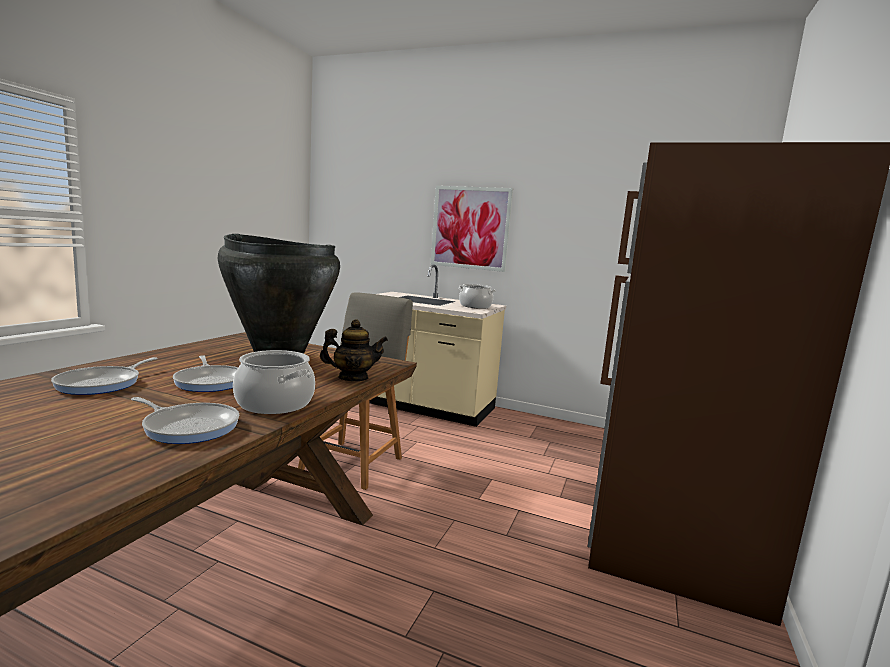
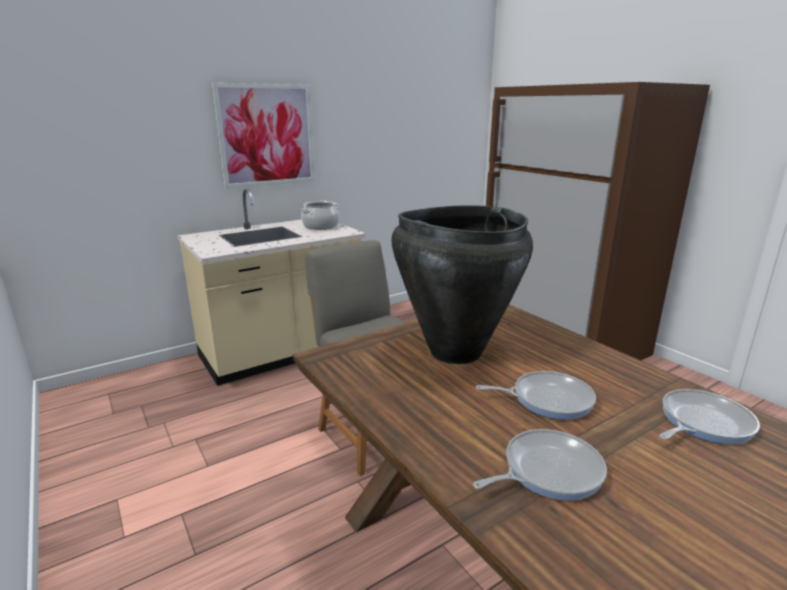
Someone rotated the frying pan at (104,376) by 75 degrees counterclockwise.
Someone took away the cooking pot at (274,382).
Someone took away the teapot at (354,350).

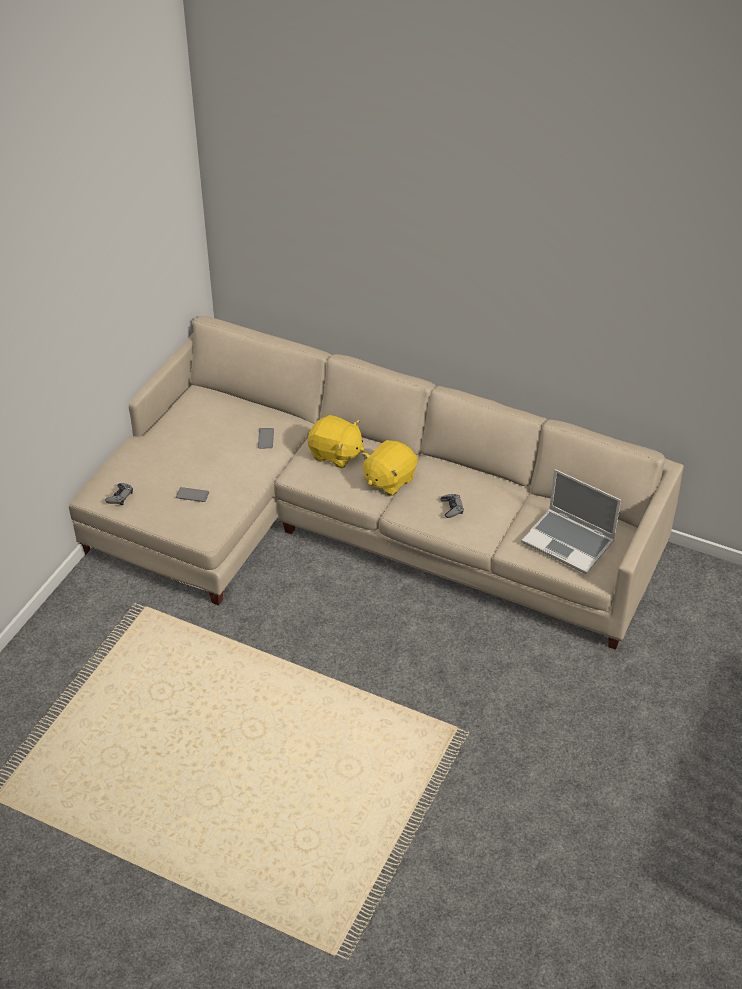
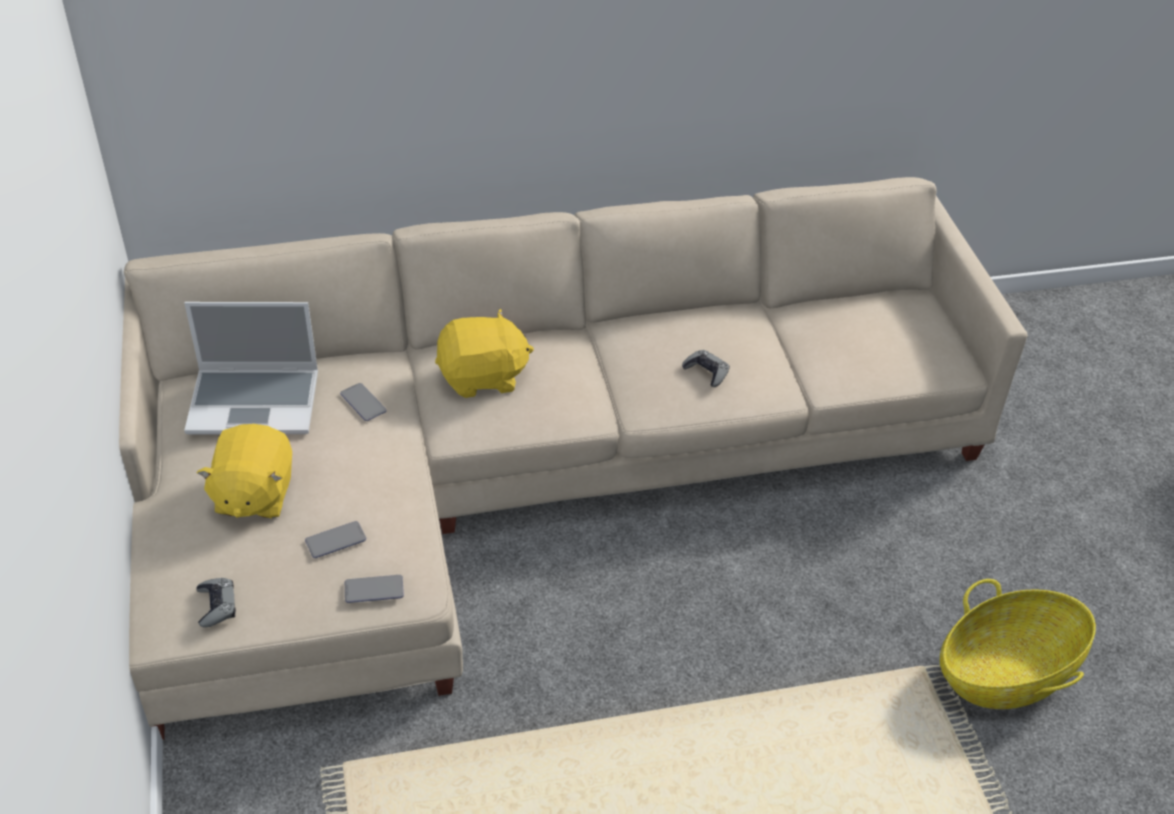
Someone carried the laptop from (571,521) to (251,368).
Someone carried the yellow plush toy from (390,468) to (244,471).
Someone put down the phone at (374,589).
Someone put down the basket at (1018,644).

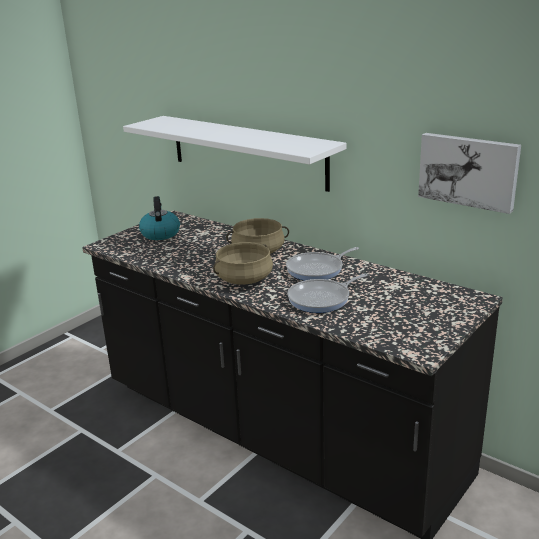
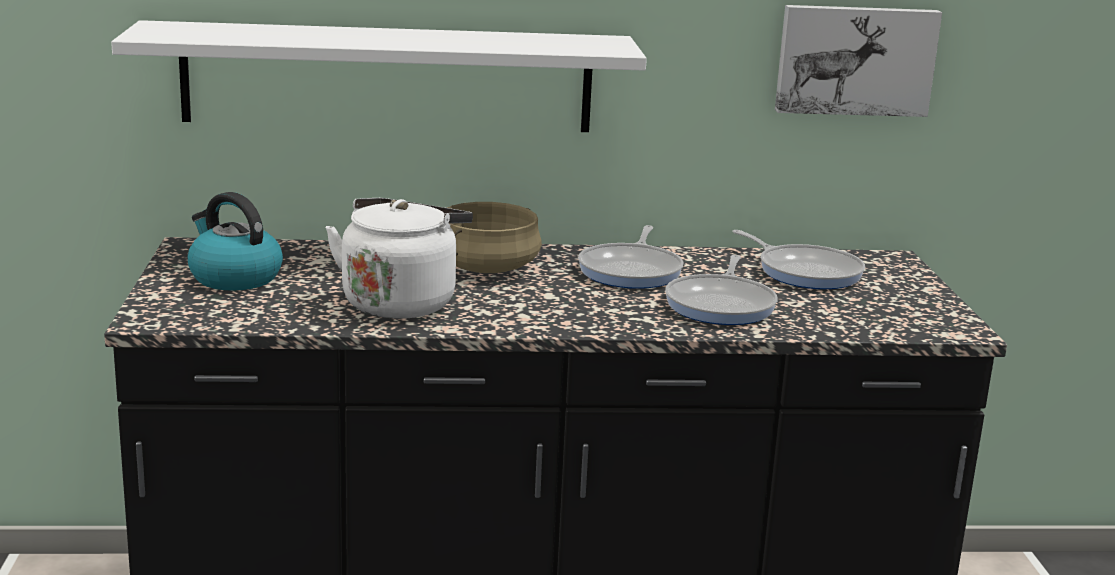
Someone put down the white kettle at (399,258).
Someone put down the frying pan at (798,259).
Someone took away the beige cooking pot at (243,263).

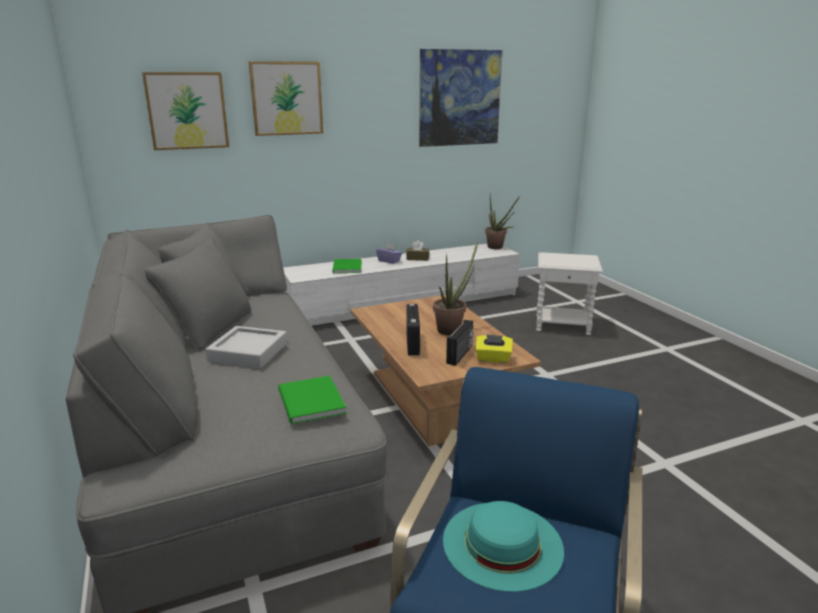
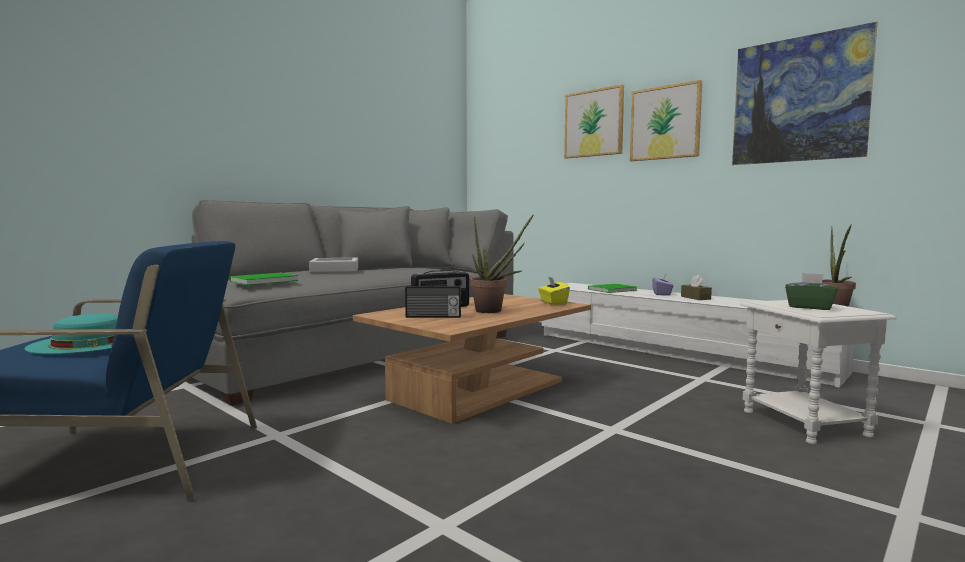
Someone carried the yellow tissue box from (494,348) to (554,290).
Someone carried the picture from (185,111) to (666,120).
Someone put down the green tissue box at (811,291).

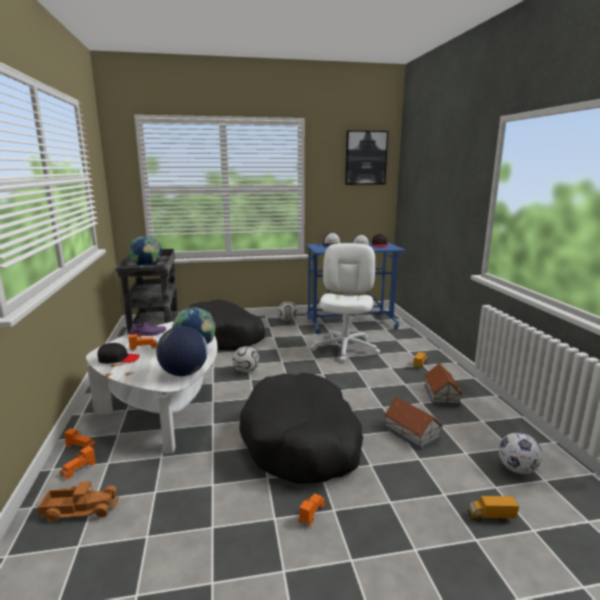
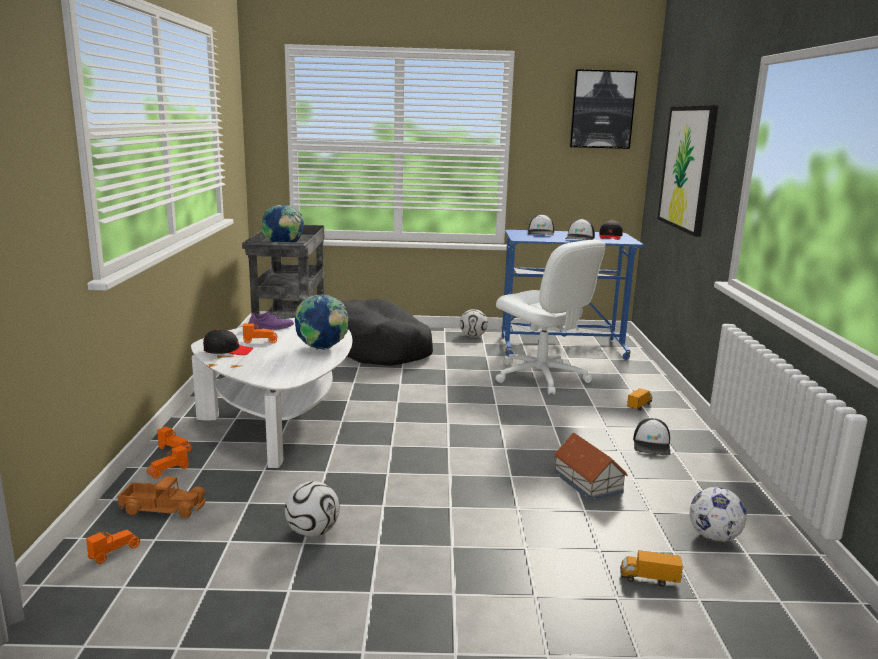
Someone carried the orange toy car from (312,509) to (113,547).
Someone carried the football from (246,359) to (312,509).
Someone rotated the white office chair at (345,302) by 120 degrees clockwise.
Someone swapped the toy house at (443,384) for the cap at (651,436).
Someone put up the picture at (688,171).
Someone took away the globe at (182,351).
Someone took away the black dog bed at (301,428).

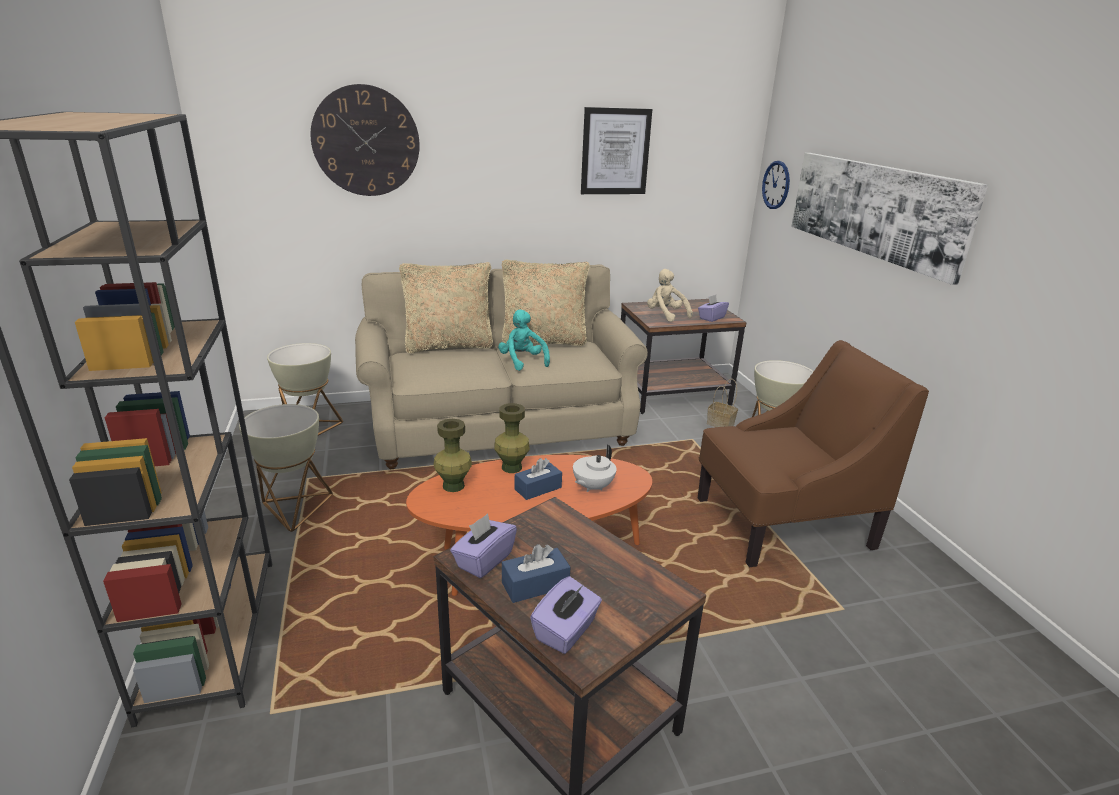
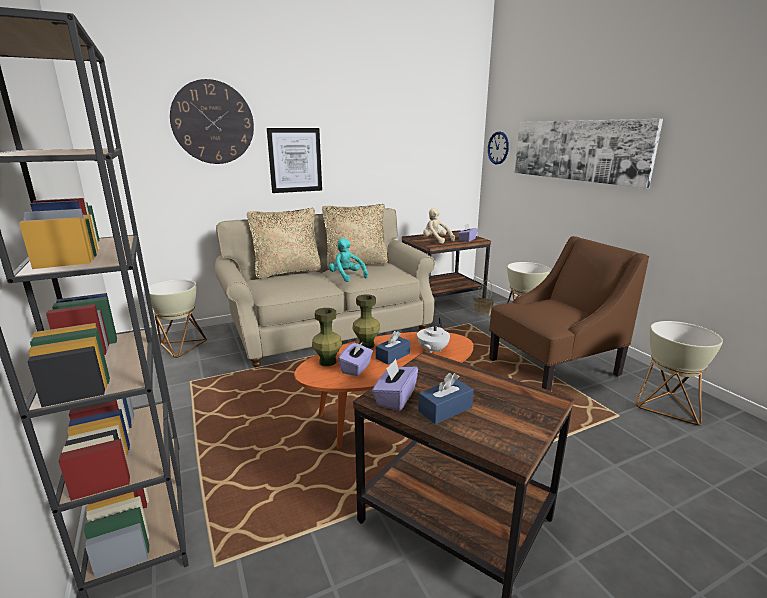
Someone carried the picture from (616,150) to (294,160).
Someone carried the purple tissue box from (566,615) to (355,359).
Someone carried the planter from (286,468) to (679,373).

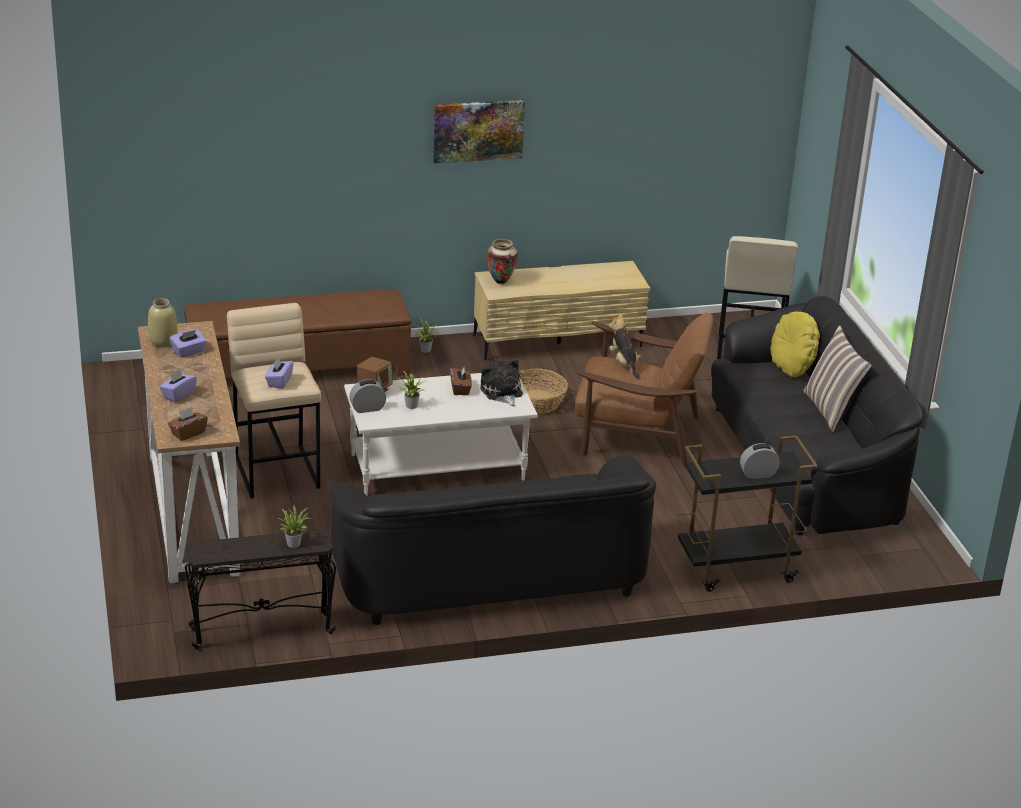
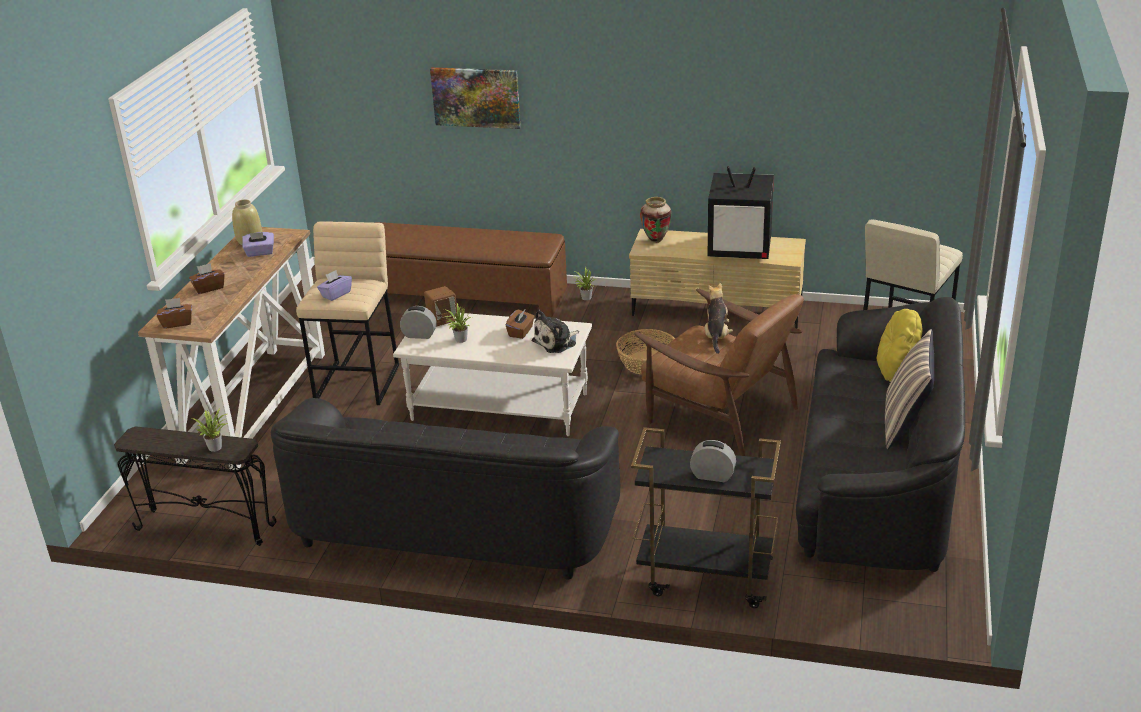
Someone repainted the purple tissue box at (178,385), which became the brown tissue box at (207,278).
Someone carried the picture from (479,131) to (475,98).
Someone rotated the plush toy at (501,383) by 135 degrees counterclockwise.
Someone put down the television at (741,212).

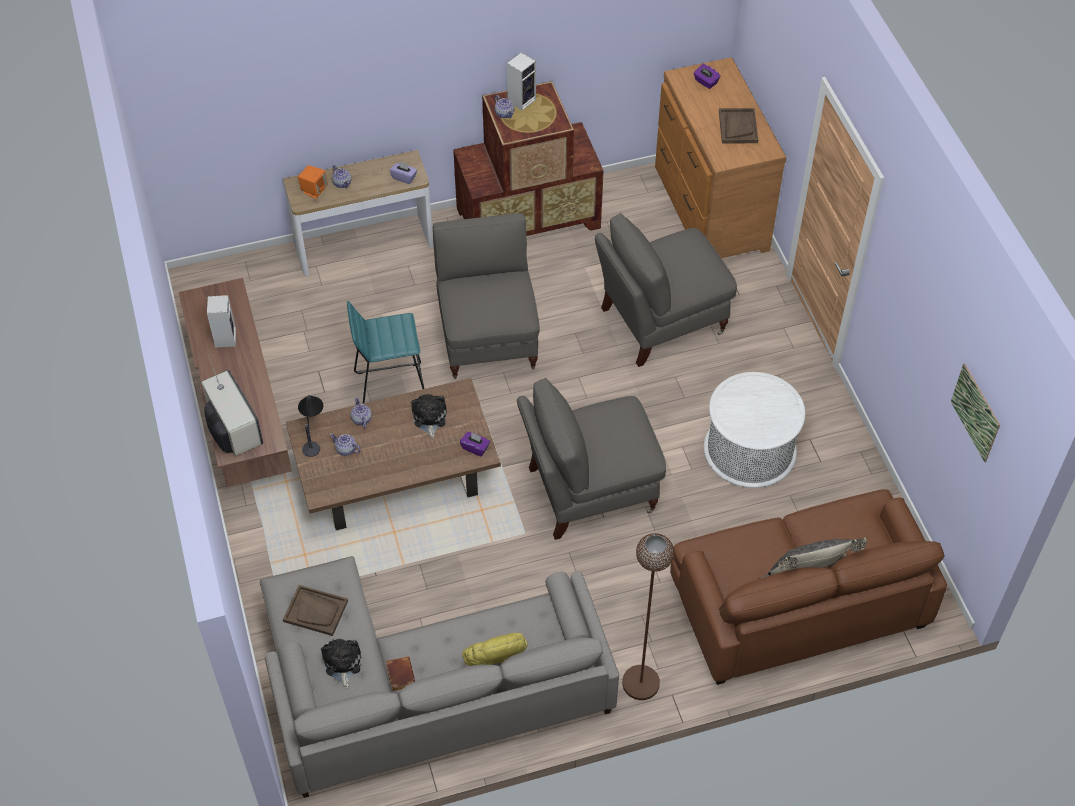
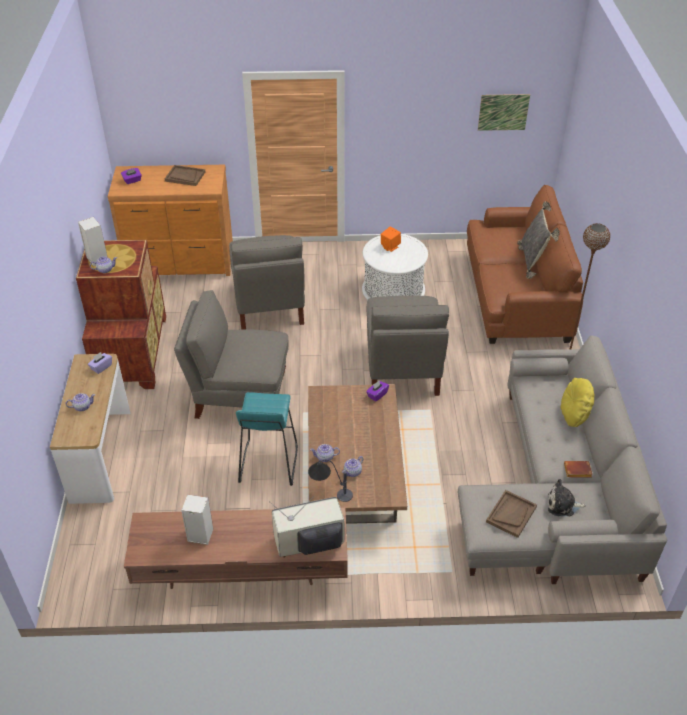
Someone carried the orange speaker from (313,182) to (391,239).
Someone took away the plush toy at (429,416).

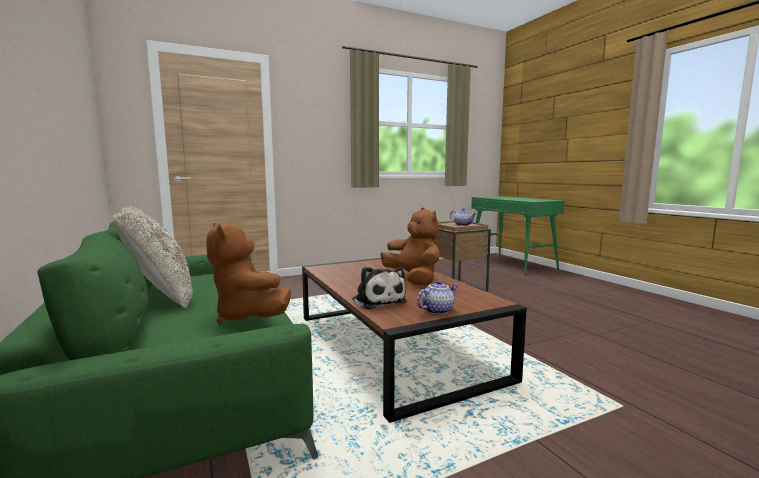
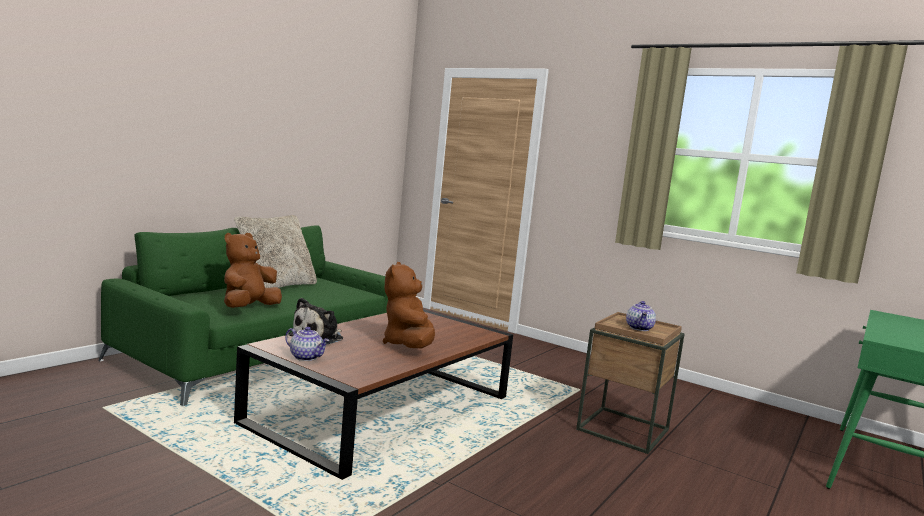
Someone rotated the brown plush toy at (410,246) by 150 degrees clockwise.

